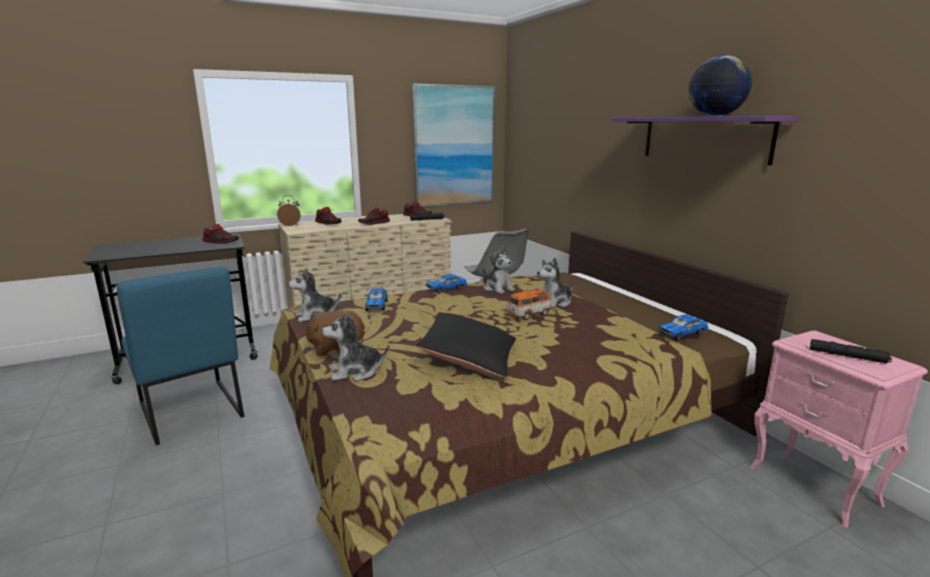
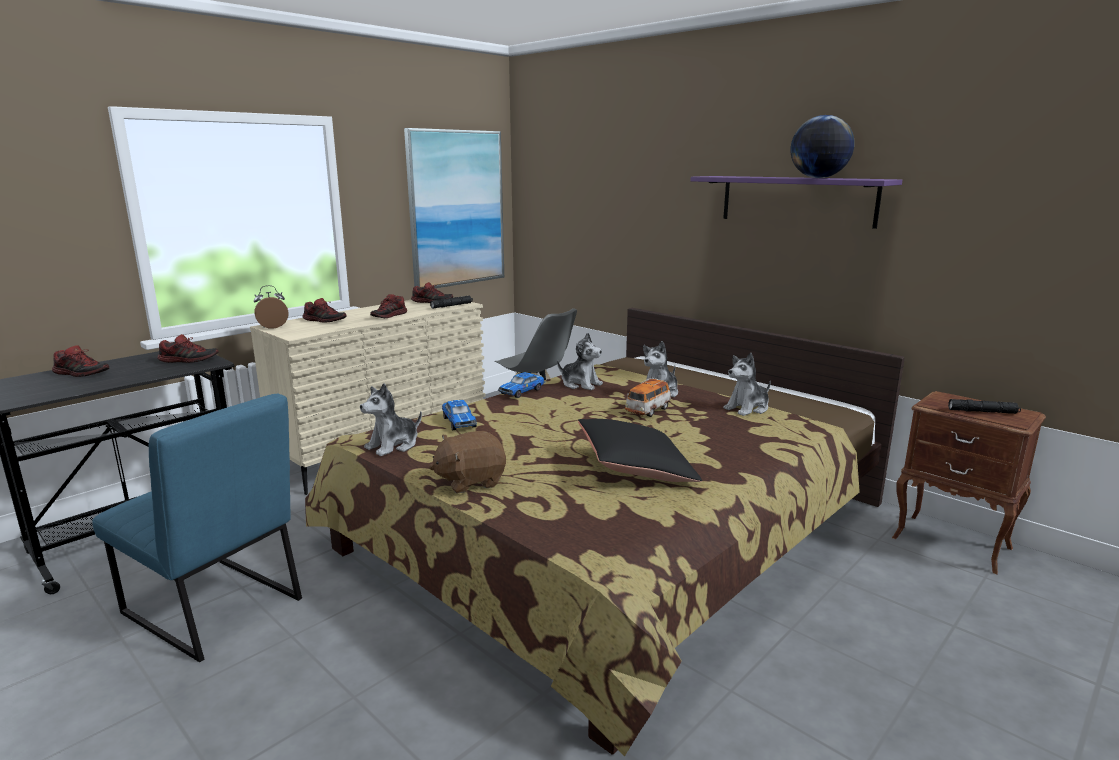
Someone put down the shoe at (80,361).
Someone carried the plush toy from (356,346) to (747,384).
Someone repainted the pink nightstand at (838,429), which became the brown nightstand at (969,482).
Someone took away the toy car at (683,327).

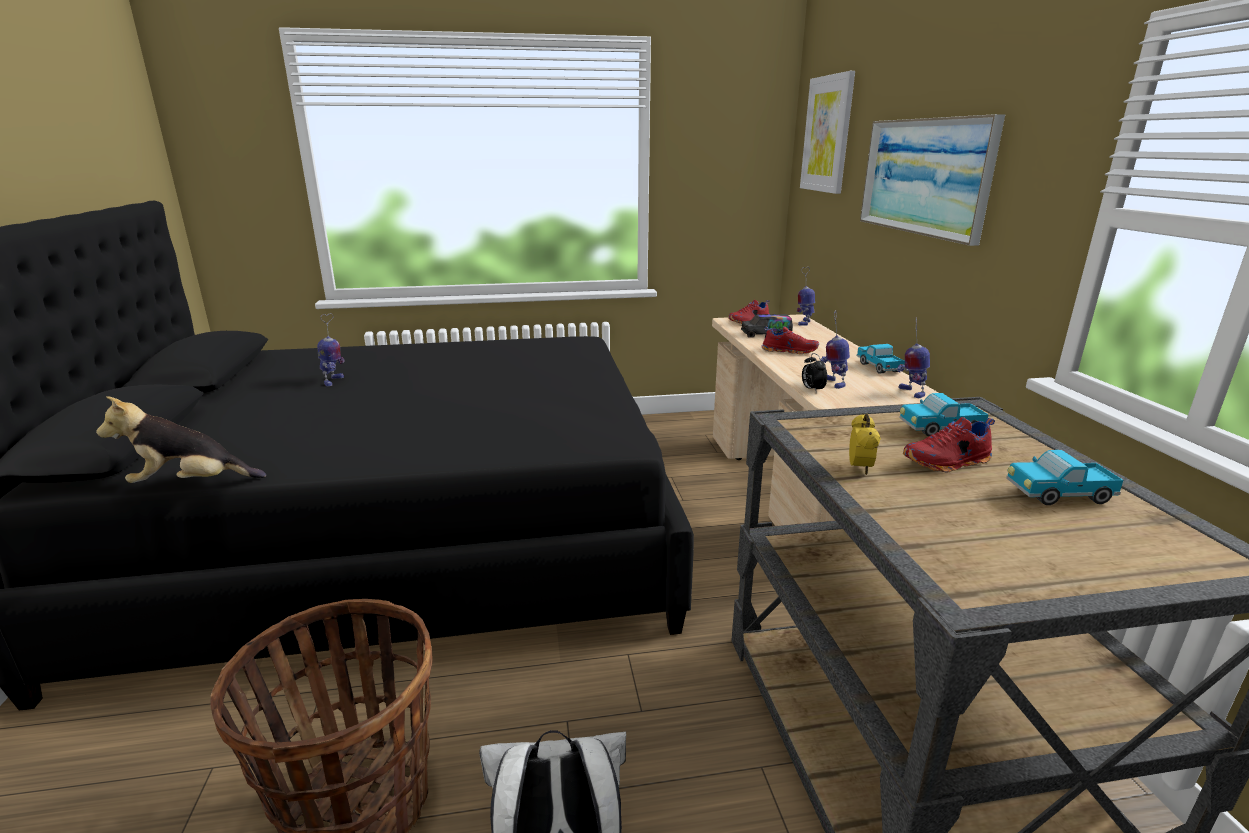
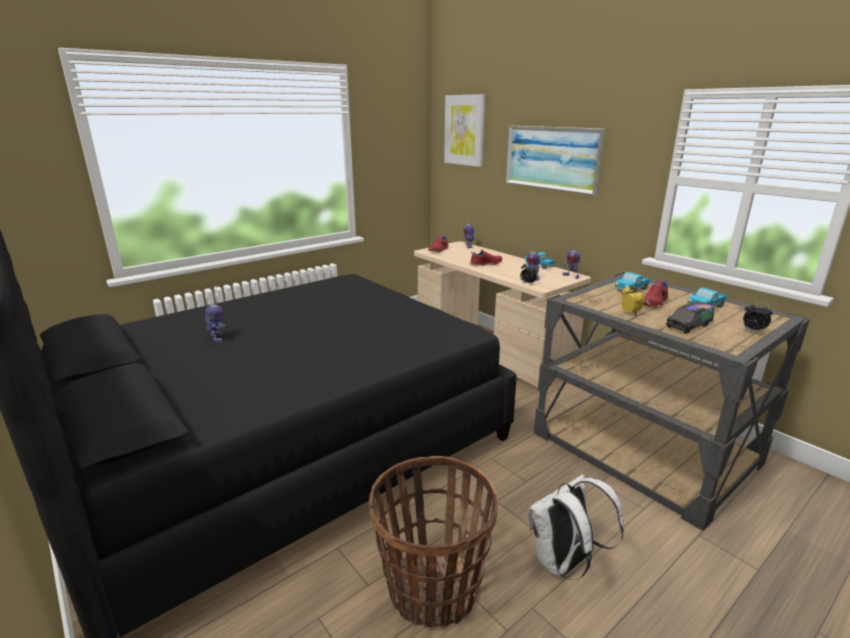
Someone carried the toy truck from (767,325) to (690,317).
Someone put down the alarm clock at (758,318).
Someone took away the plush toy at (181,439).

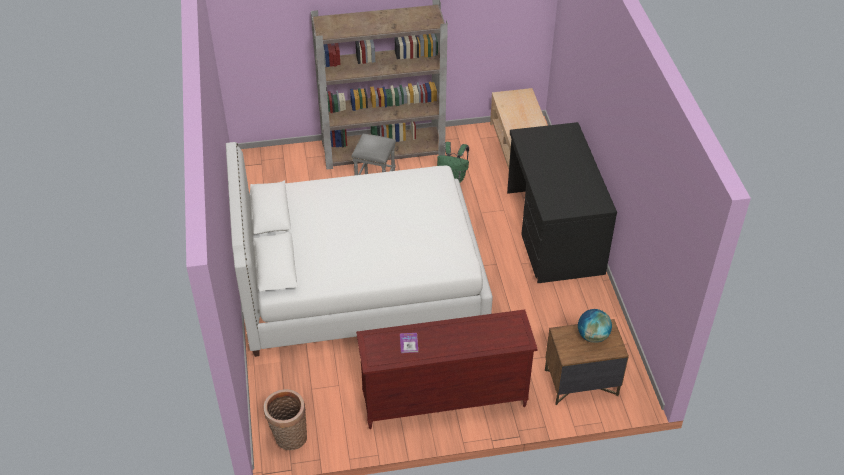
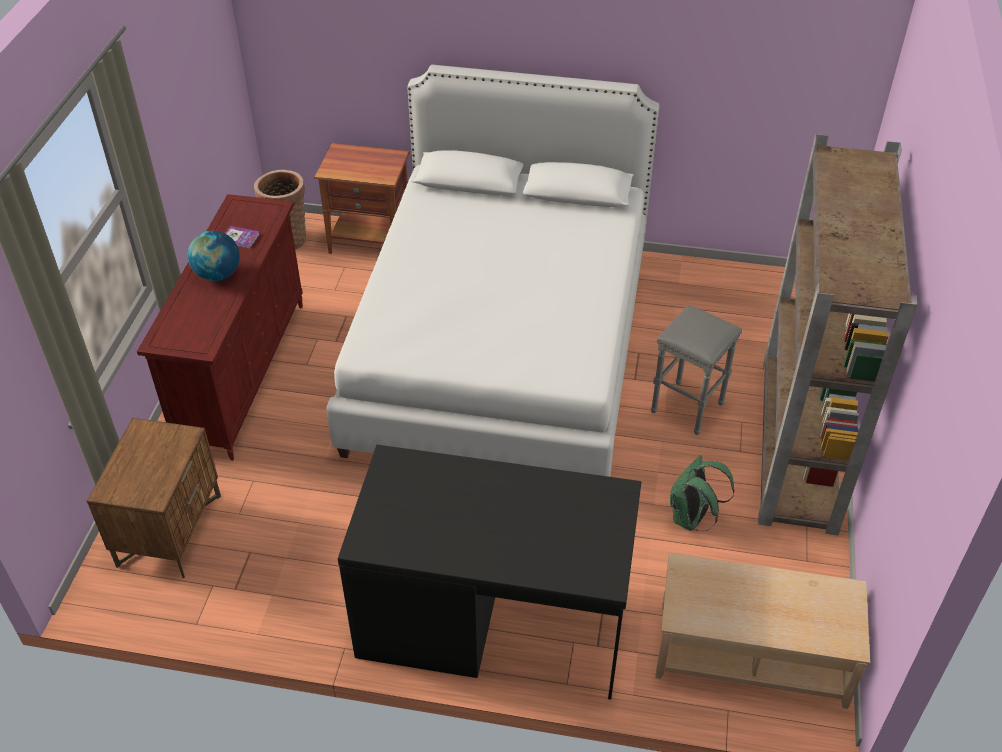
Someone carried the globe from (595,326) to (214,256).
Someone put down the nightstand at (362,198).

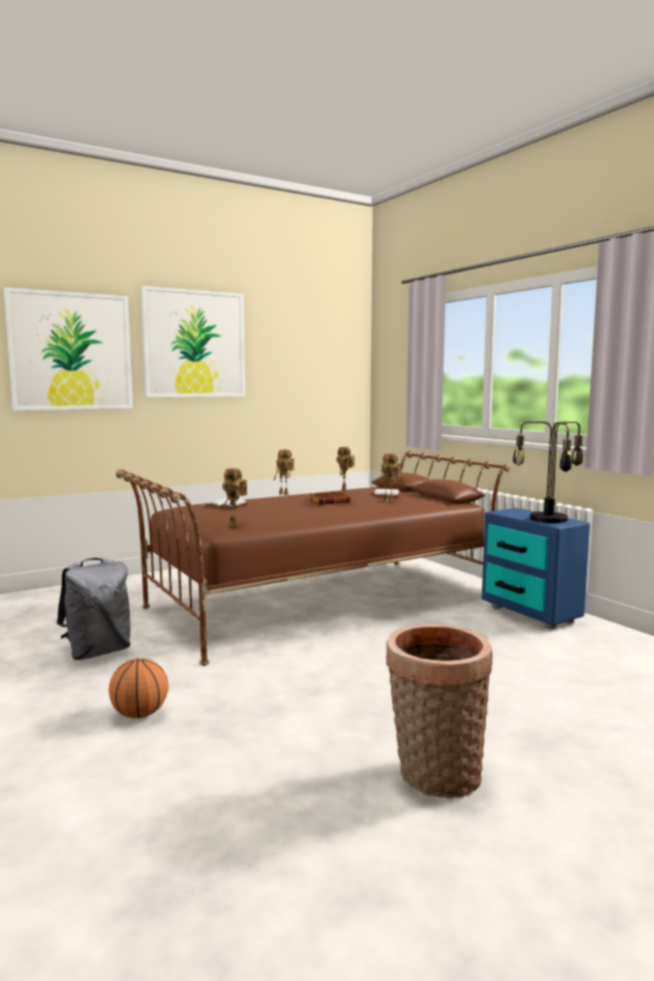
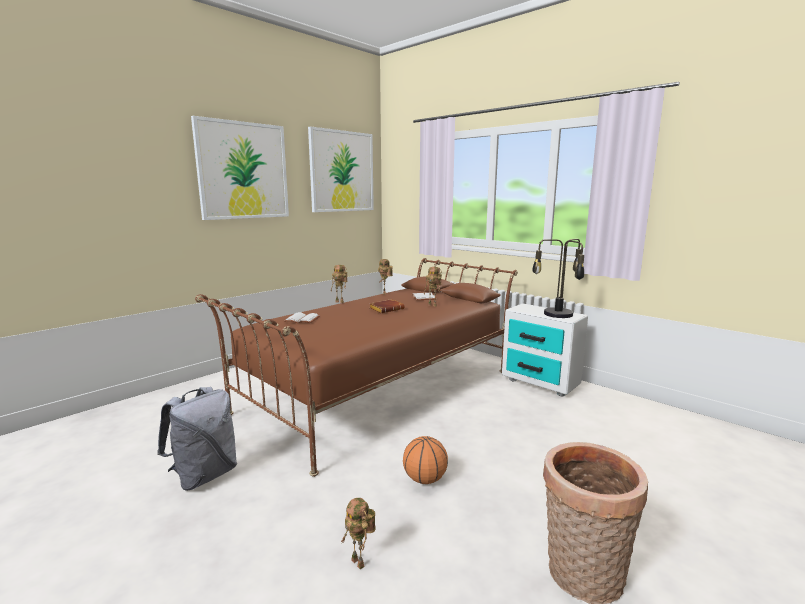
Someone carried the picture from (68,348) to (341,169).
Someone carried the toy robot from (235,497) to (358,534).
Someone carried the basketball from (139,688) to (425,460).
Someone repainted the blue nightstand at (536,568), which became the white nightstand at (545,349).

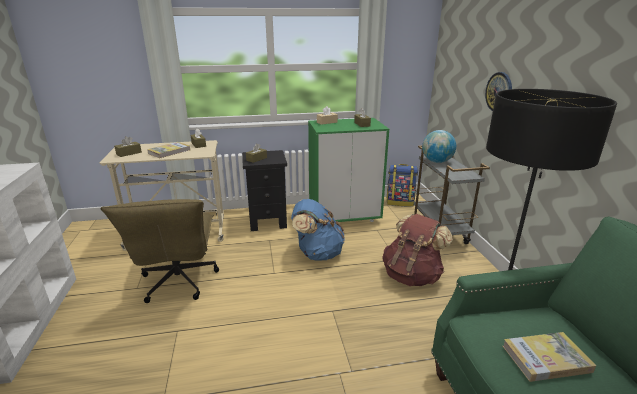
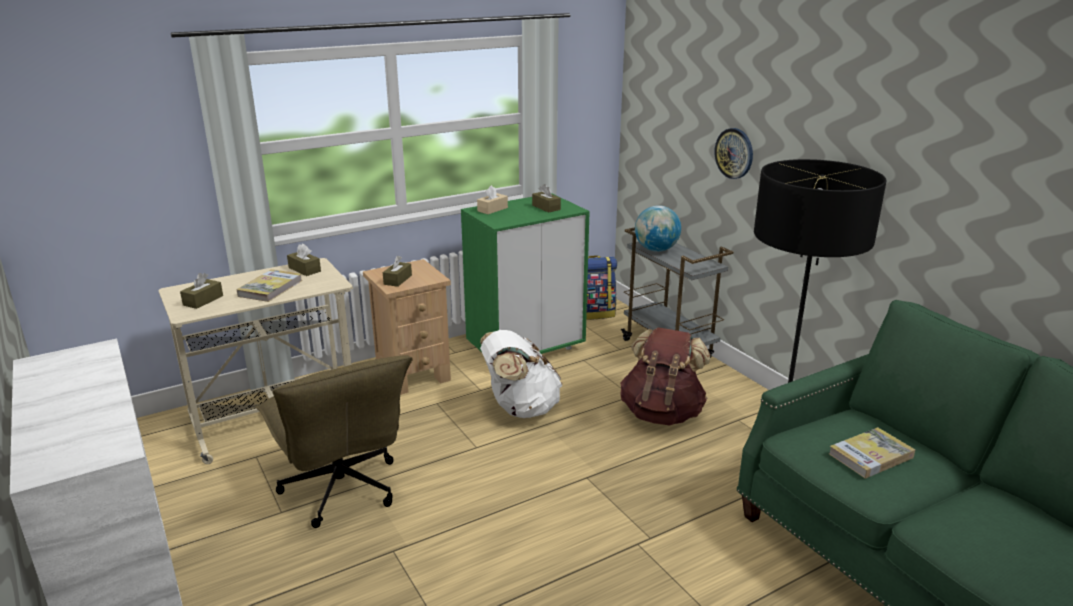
Someone repainted the black nightstand at (264,190), which became the beige nightstand at (407,327).
Someone repainted the blue backpack at (318,230), which became the white backpack at (521,374).

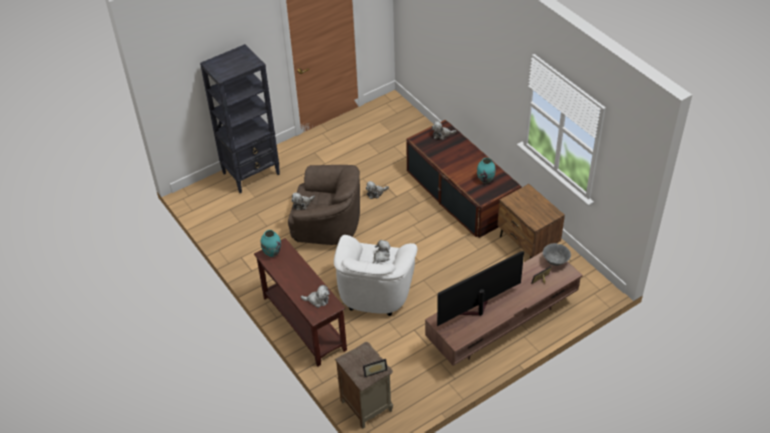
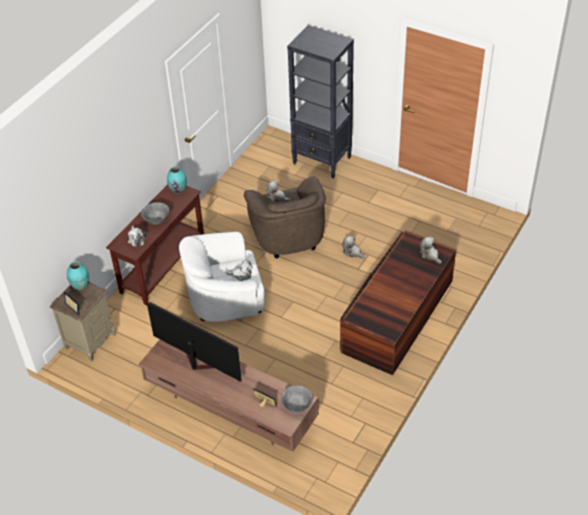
Someone carried the turquoise vase from (486,170) to (78,275).
Someone put down the grey bowl at (155,213).
Someone took away the brown nightstand at (531,221).

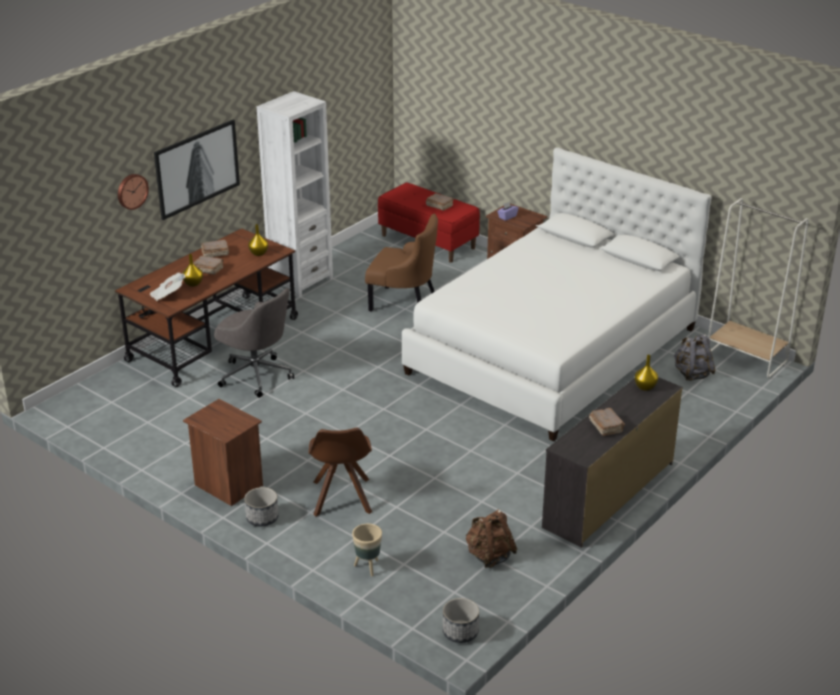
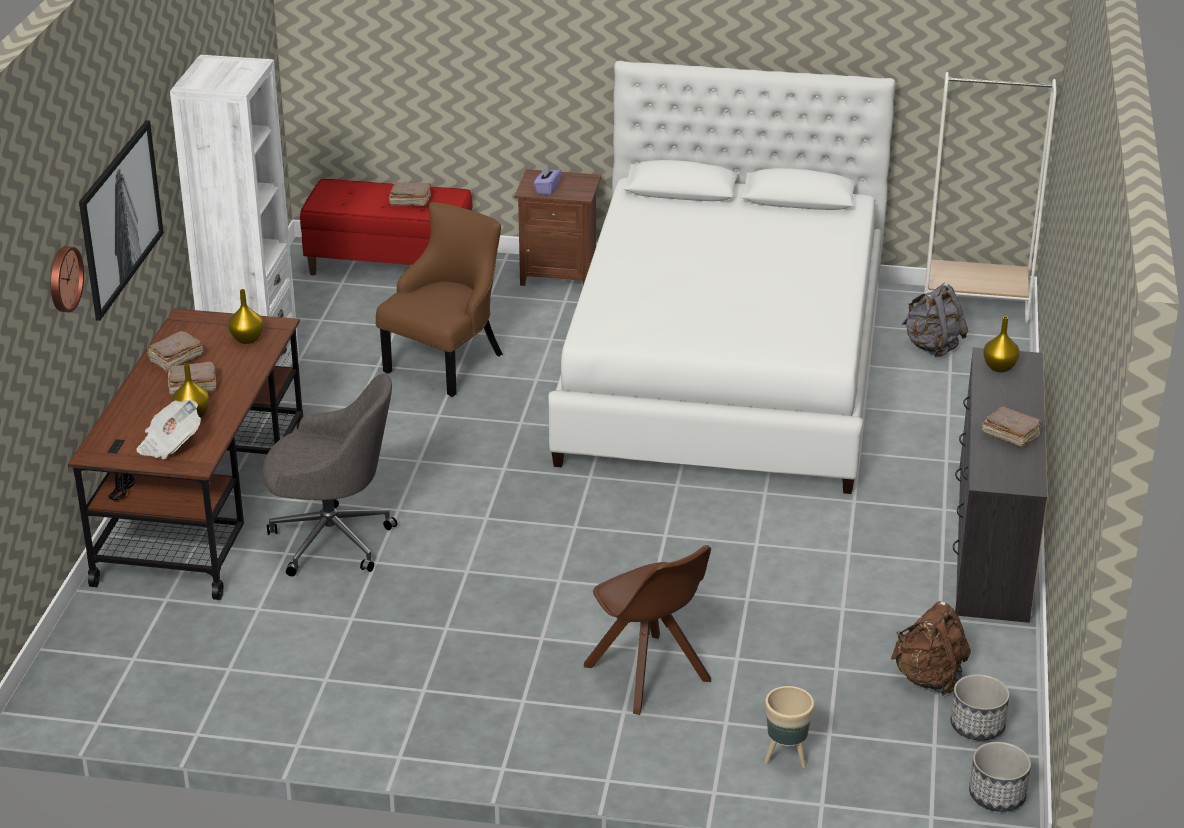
Someone rotated the brown chair at (401,263) by 45 degrees counterclockwise.
Someone carried the planter from (261,506) to (980,707).
Someone took away the brown nightstand at (223,452).

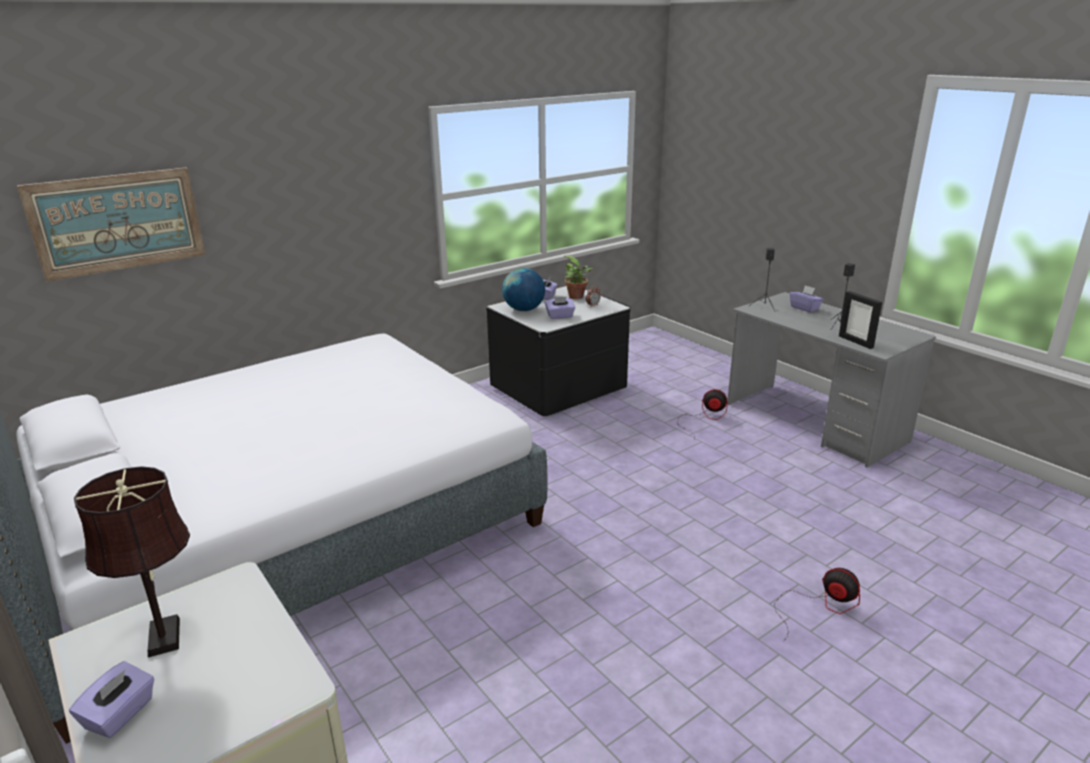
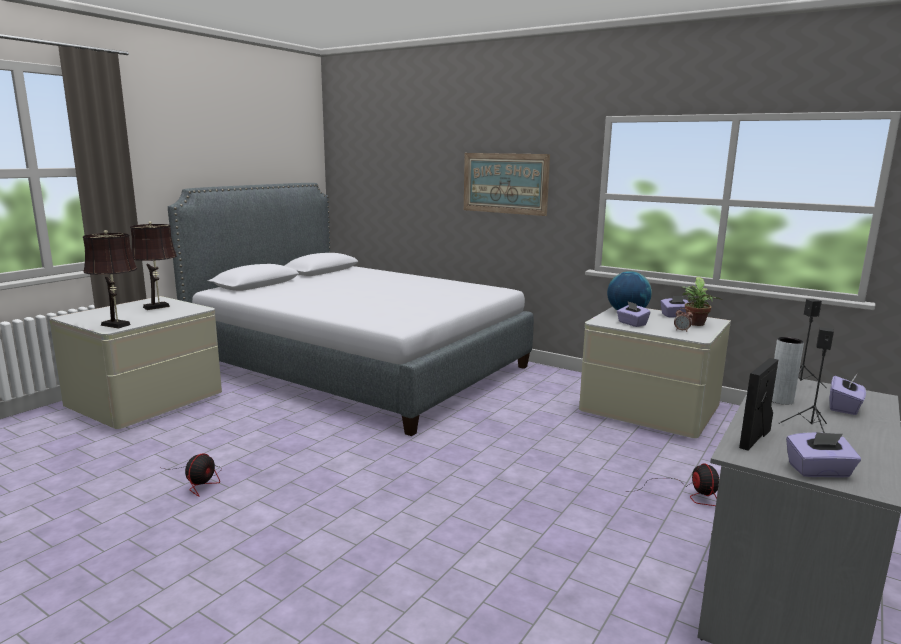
Someone put down the brown table lamp at (110,279).
Someone carried the fan from (817,605) to (192,475).
Someone carried the picture from (111,224) to (507,184).
Someone repainted the black nightstand at (558,351), which became the beige nightstand at (655,372).
Someone put down the grey vase at (788,371).
Someone carried the purple tissue box from (111,699) to (823,455).

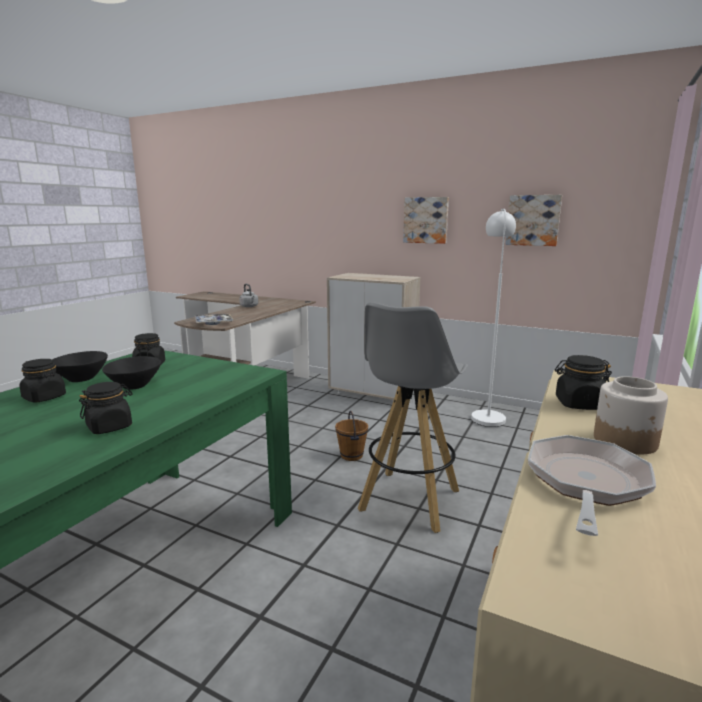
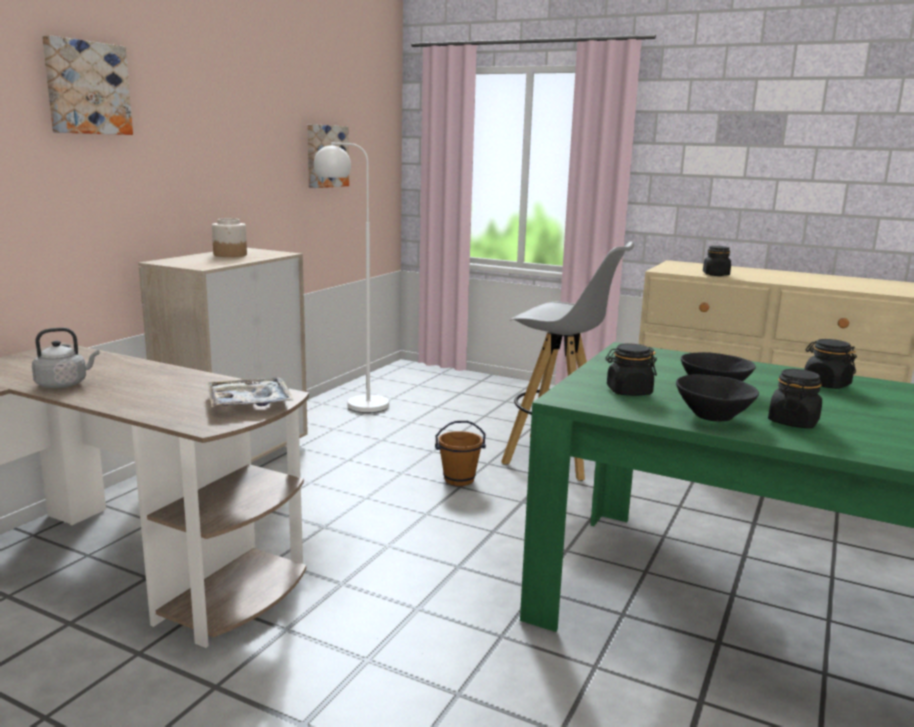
Someone carried the picture from (426,220) to (87,85).
Someone carried the jar from (631,415) to (229,237).
Someone took away the frying pan at (592,485).

